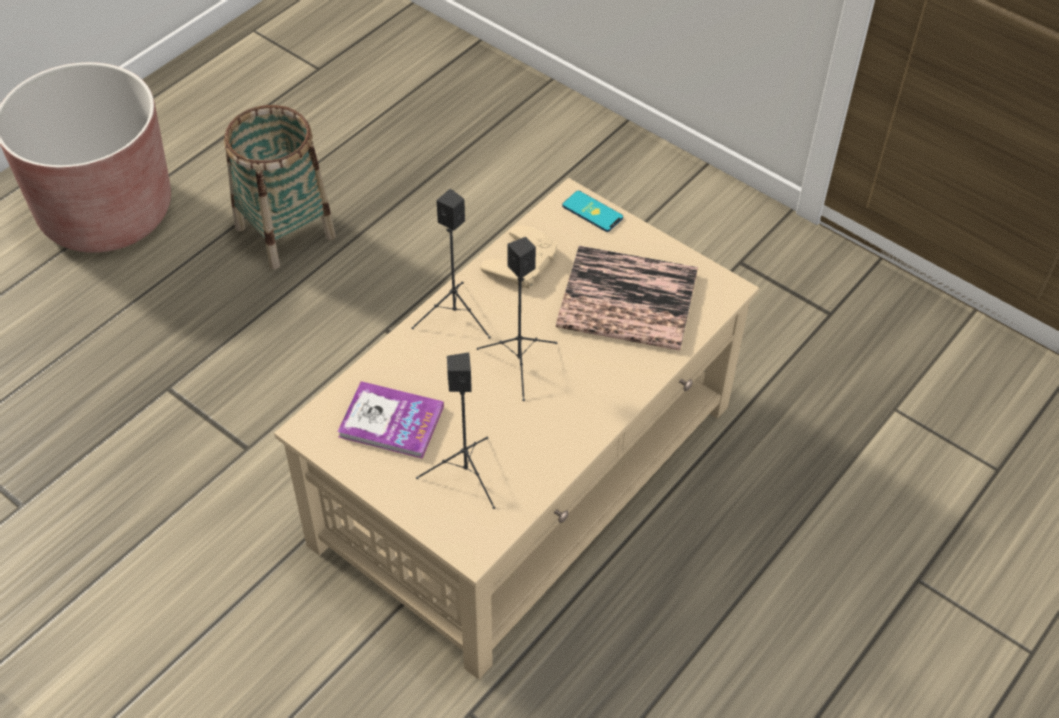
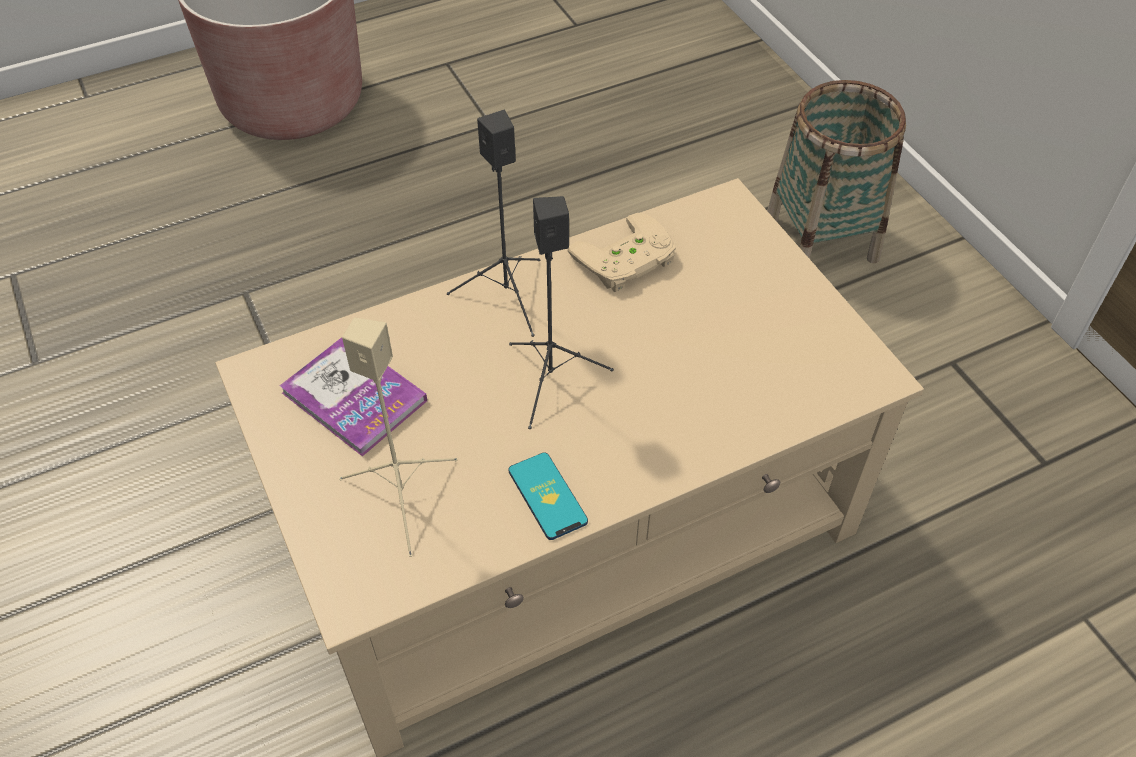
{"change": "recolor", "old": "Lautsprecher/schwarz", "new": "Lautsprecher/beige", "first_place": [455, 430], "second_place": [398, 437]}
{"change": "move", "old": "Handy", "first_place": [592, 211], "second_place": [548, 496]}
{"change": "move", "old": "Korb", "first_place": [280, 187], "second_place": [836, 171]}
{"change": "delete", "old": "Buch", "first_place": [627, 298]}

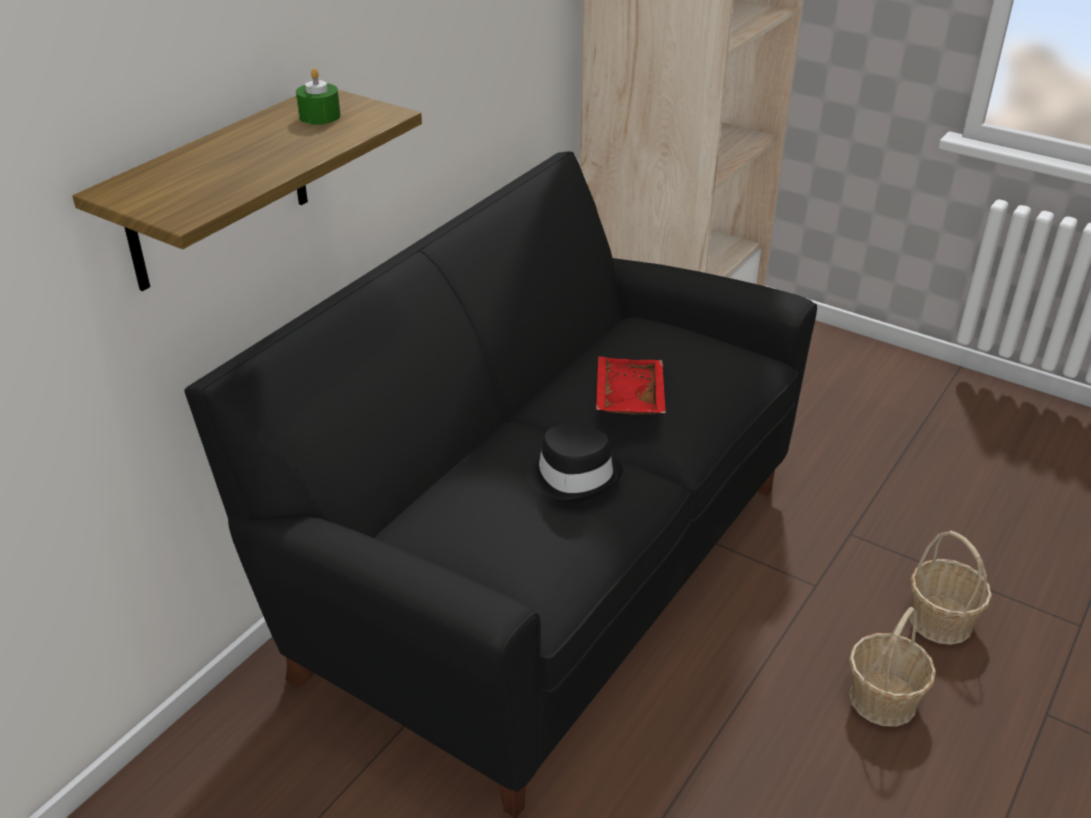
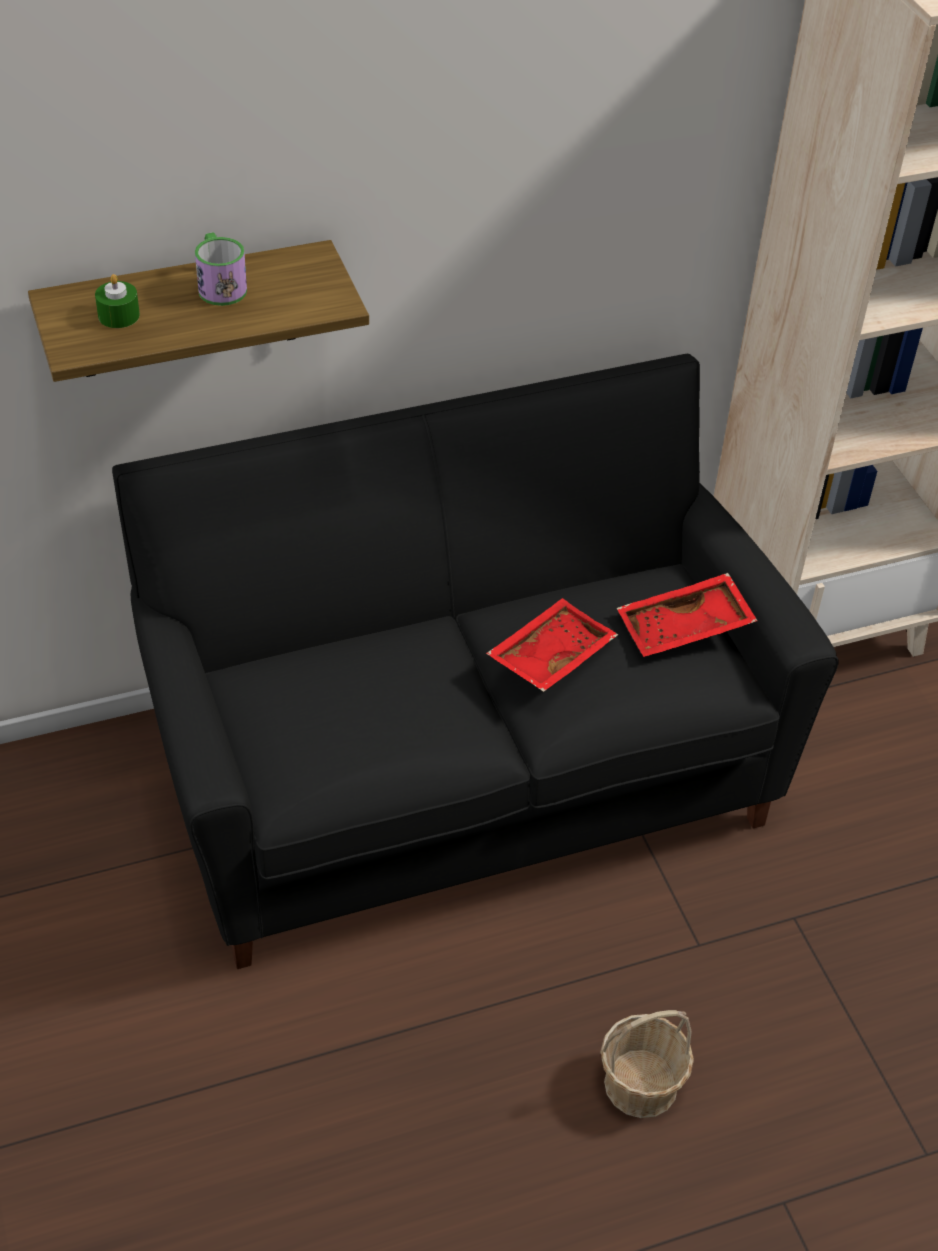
{"change": "move", "old": "Kerze/grün", "first_place": [318, 96], "second_place": [117, 301]}
{"change": "insert", "new": "Henkelbecher", "second_place": [221, 269]}
{"change": "insert", "new": "Tablett/rot", "second_place": [687, 615]}
{"change": "delete", "old": "Hut/schwarz", "first_place": [574, 463]}
{"change": "delete", "old": "Korb", "first_place": [951, 588]}

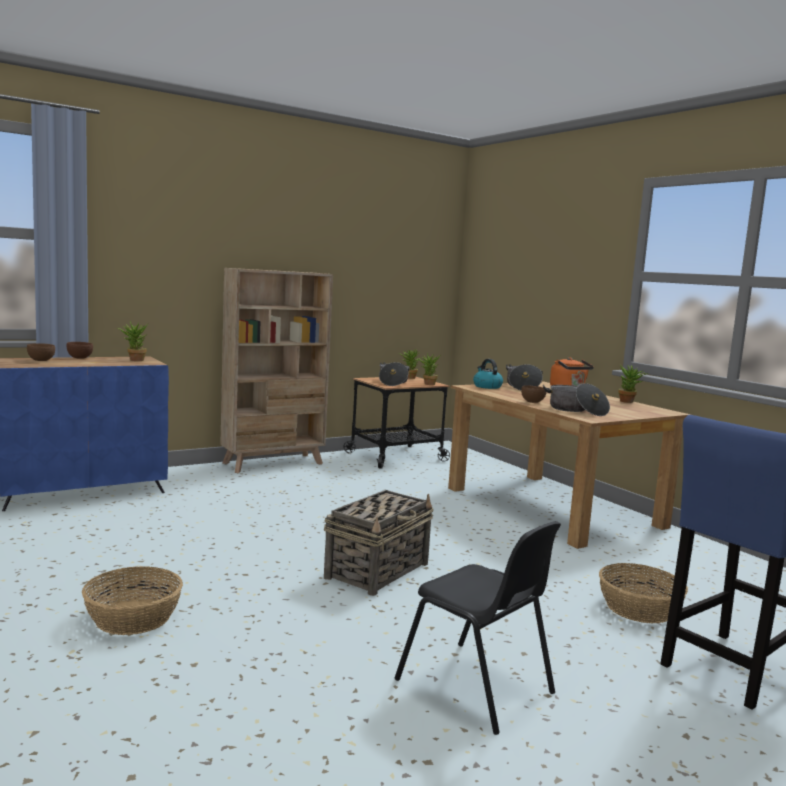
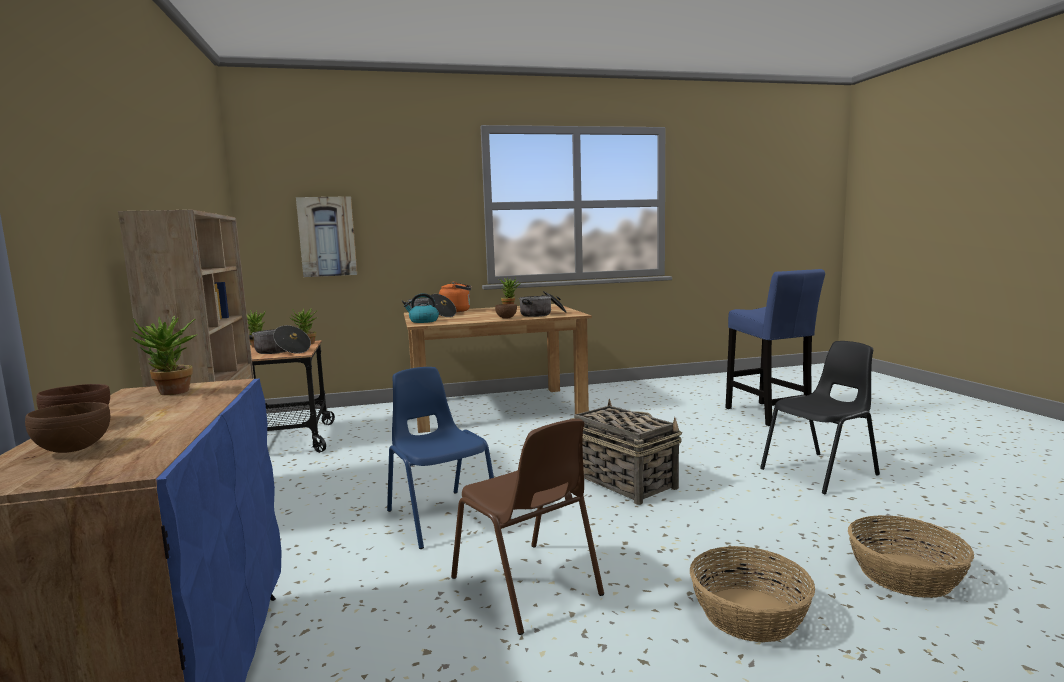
{"change": "insert", "new": "Bild", "second_place": [326, 236]}
{"change": "insert", "new": "Stuhl/blau", "second_place": [440, 458]}
{"change": "insert", "new": "Stuhl/braun", "second_place": [527, 527]}
{"change": "move", "old": "Korb", "first_place": [643, 593], "second_place": [911, 556]}

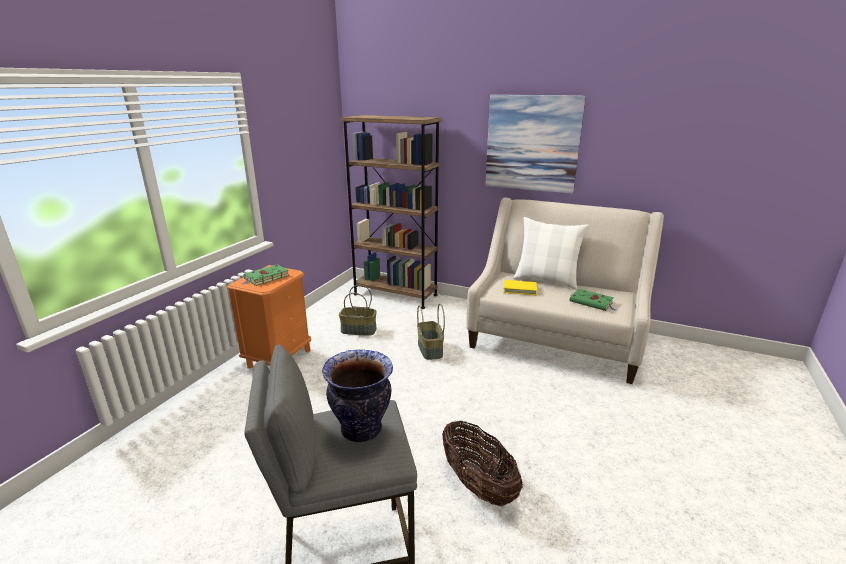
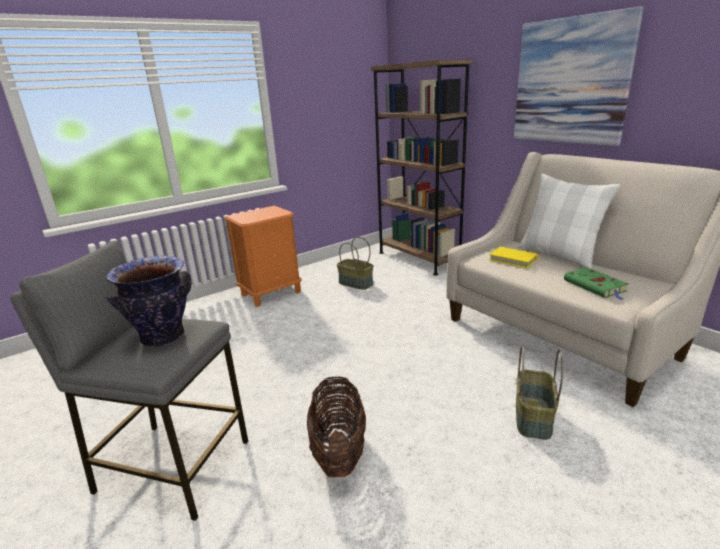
{"change": "move", "old": "Korb", "first_place": [431, 331], "second_place": [540, 393]}
{"change": "delete", "old": "Buch/grün", "first_place": [265, 275]}

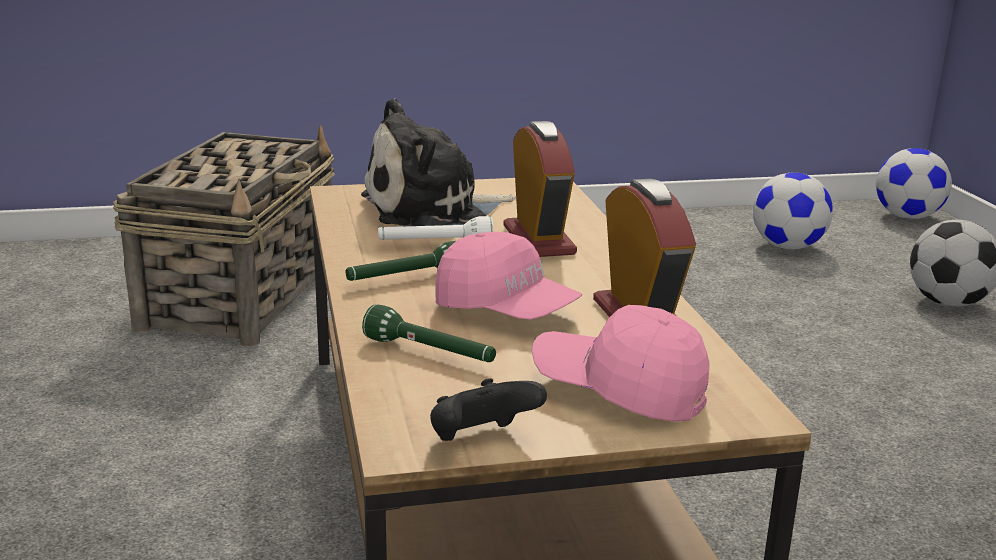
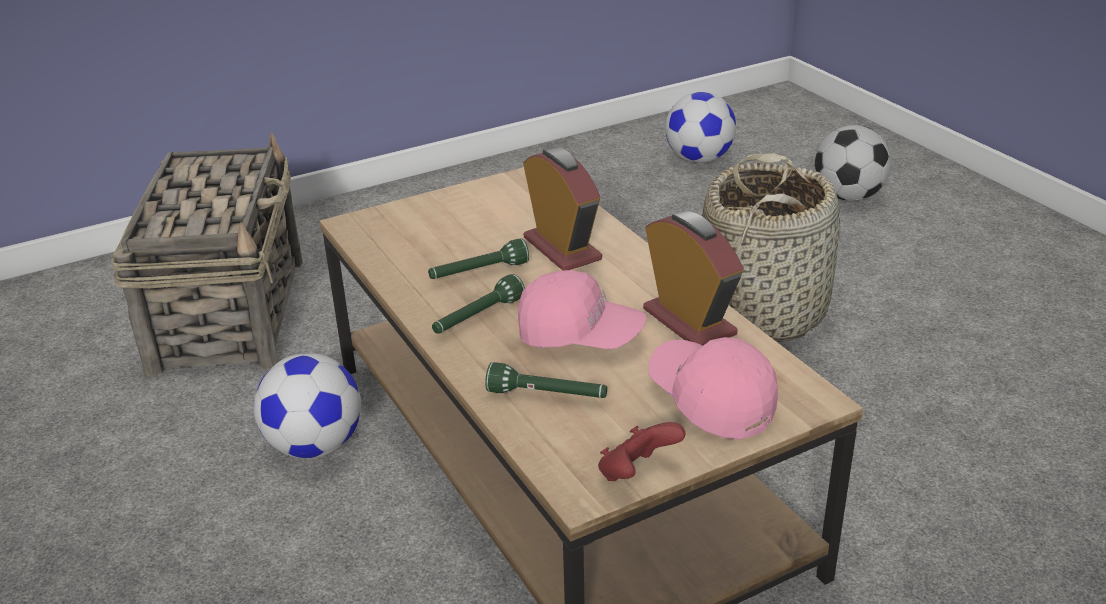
{"change": "move", "old": "Fußball", "first_place": [914, 183], "second_place": [307, 405]}
{"change": "recolor", "old": "Taschenlampe/weiß", "new": "Taschenlampe/grün", "first_place": [436, 228], "second_place": [478, 258]}
{"change": "recolor", "old": "Gamepad/schwarz", "new": "Gamepad/rot", "first_place": [488, 409], "second_place": [641, 451]}
{"change": "rotate", "old": "Kappe/rosa", "first_place": [621, 363], "second_place": [713, 388], "degrees": 45}
{"change": "insert", "new": "Korb", "second_place": [771, 247]}
{"change": "delete", "old": "Plüschtier", "first_place": [438, 162]}

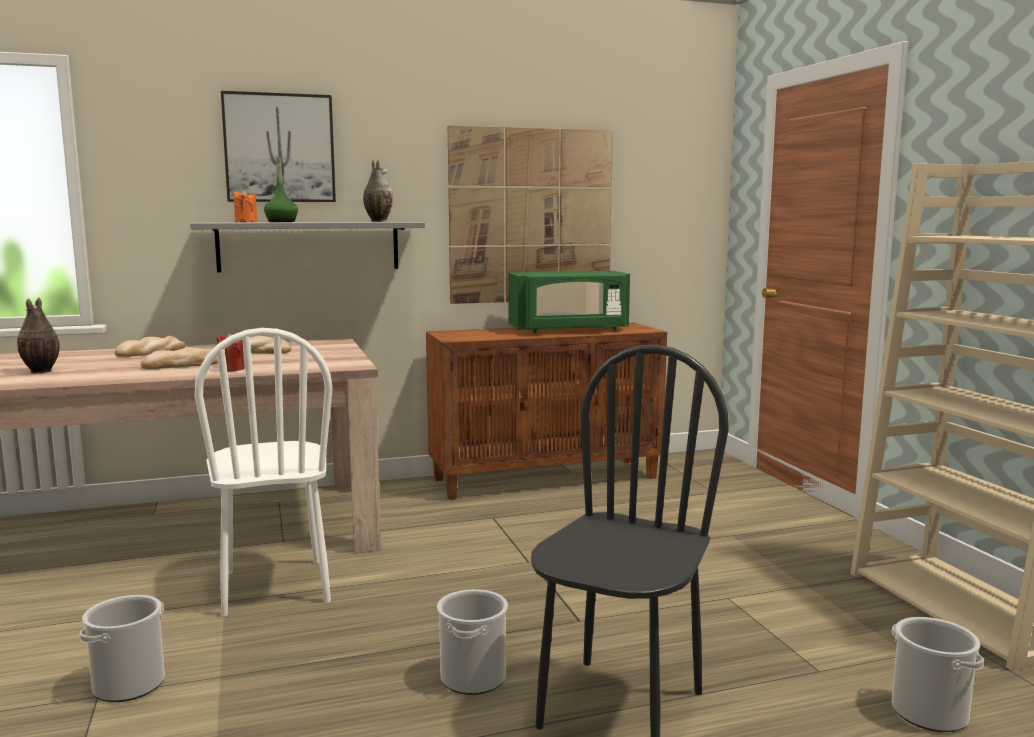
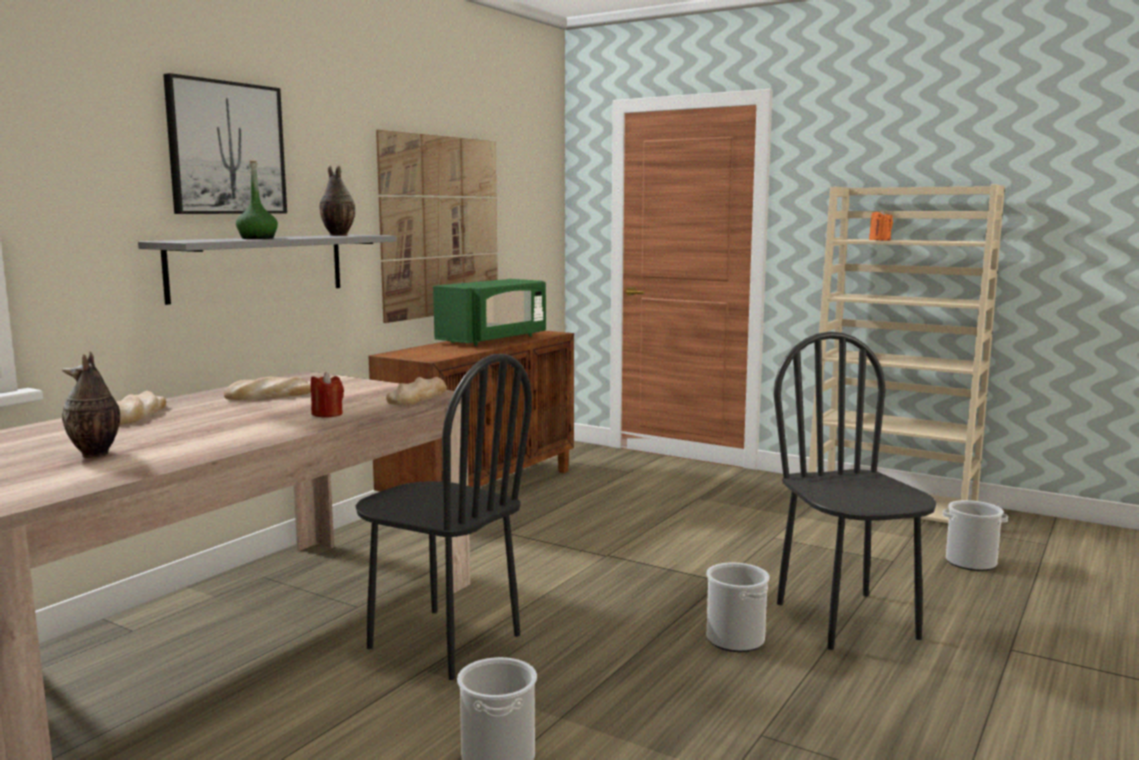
{"change": "recolor", "old": "Stuhl/weiß", "new": "Stuhl/schwarz", "first_place": [264, 472], "second_place": [443, 517]}
{"change": "move", "old": "Brot", "first_place": [179, 358], "second_place": [416, 391]}
{"change": "move", "old": "Kerze/orange", "first_place": [245, 205], "second_place": [881, 225]}

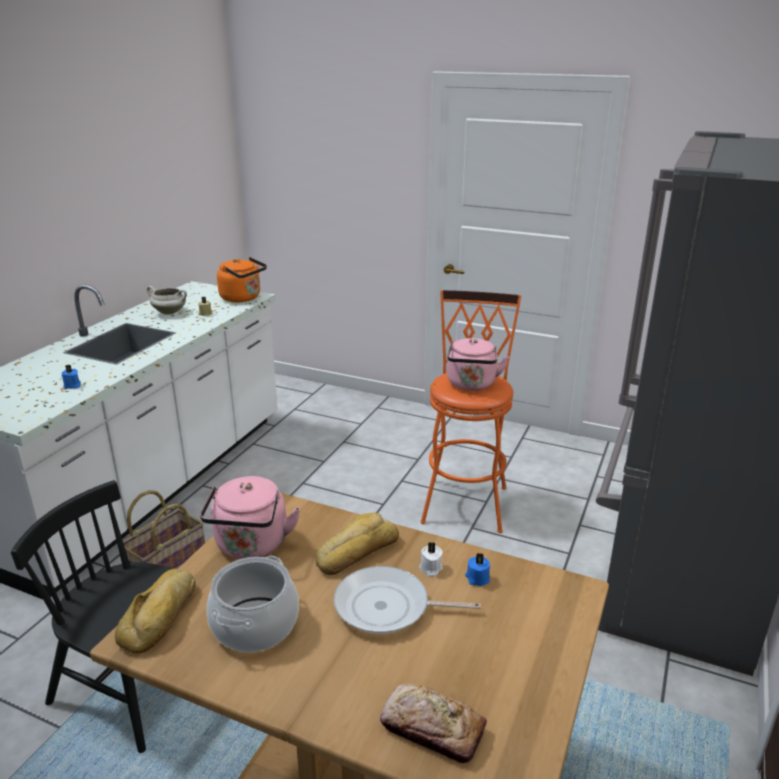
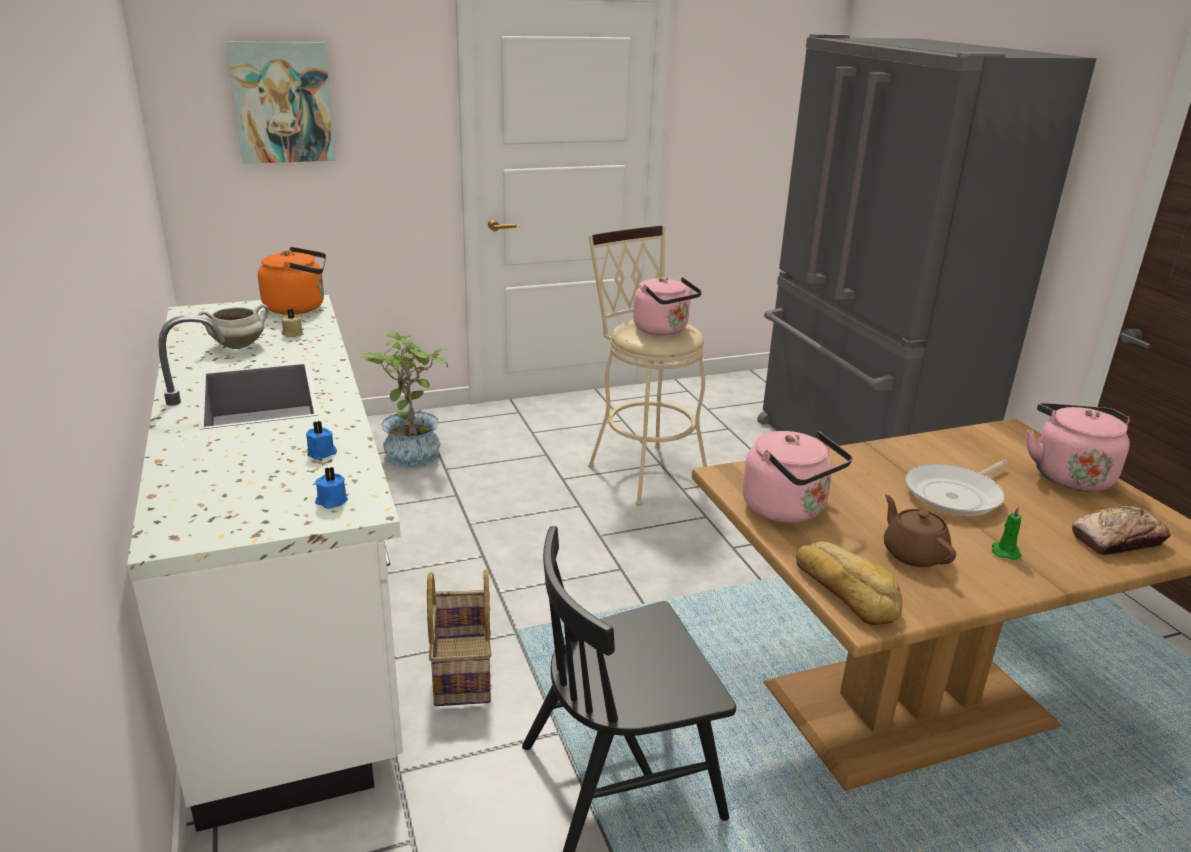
{"change": "insert", "new": "Bild", "second_place": [281, 102]}
{"change": "move", "old": "Kerze/blau", "first_place": [477, 569], "second_place": [331, 488]}
{"change": "insert", "new": "Topfpflanze", "second_place": [404, 399]}
{"change": "recolor", "old": "Hocker/orange", "new": "Hocker/beige", "first_place": [471, 411], "second_place": [647, 365]}
{"change": "replace", "old": "Kochtopf", "new": "Teekanne/braun", "first_place": [252, 604], "second_place": [920, 530]}
{"change": "insert", "new": "Kerze/grün", "second_place": [1007, 533]}
{"change": "insert", "new": "Wasserkessel/rosa", "second_place": [1078, 447]}
{"change": "delete", "old": "Brot", "first_place": [357, 543]}
{"change": "delete", "old": "Kerze/weiß", "first_place": [431, 559]}

